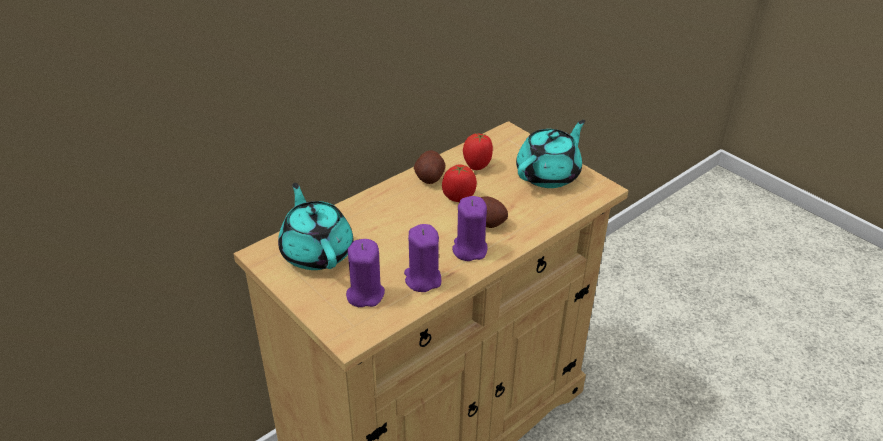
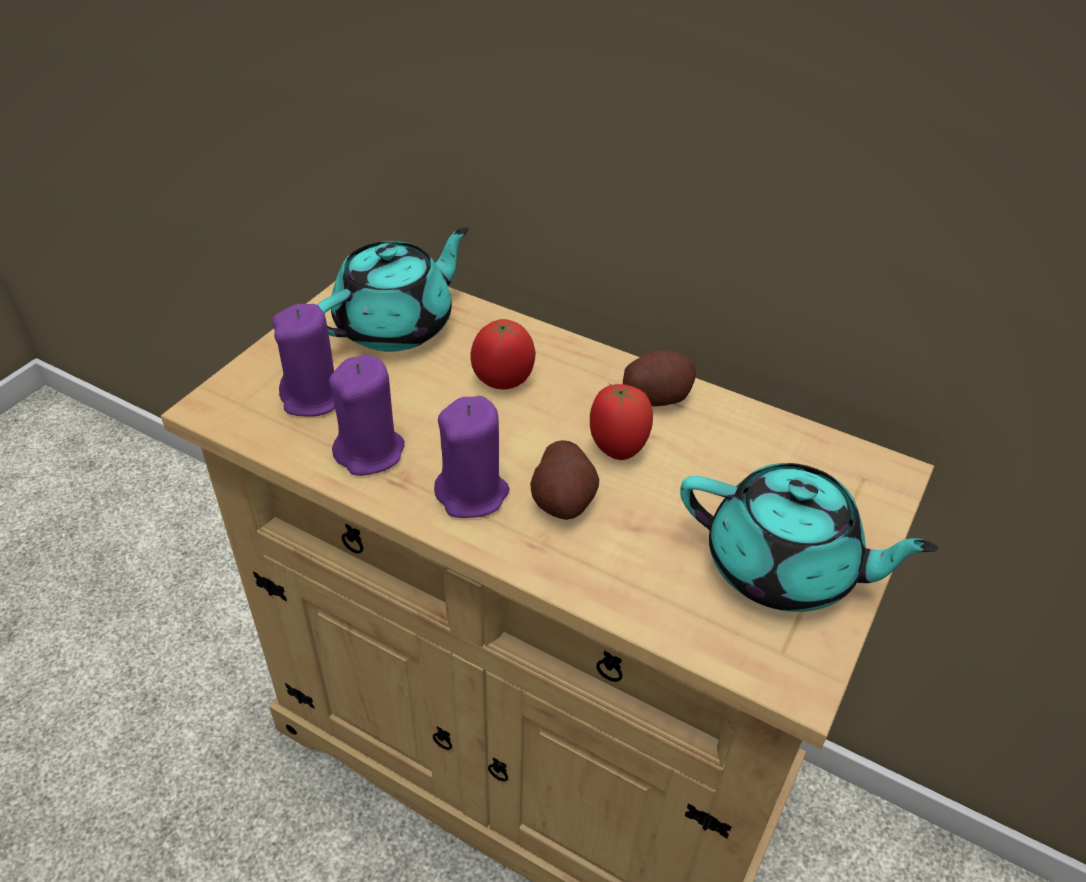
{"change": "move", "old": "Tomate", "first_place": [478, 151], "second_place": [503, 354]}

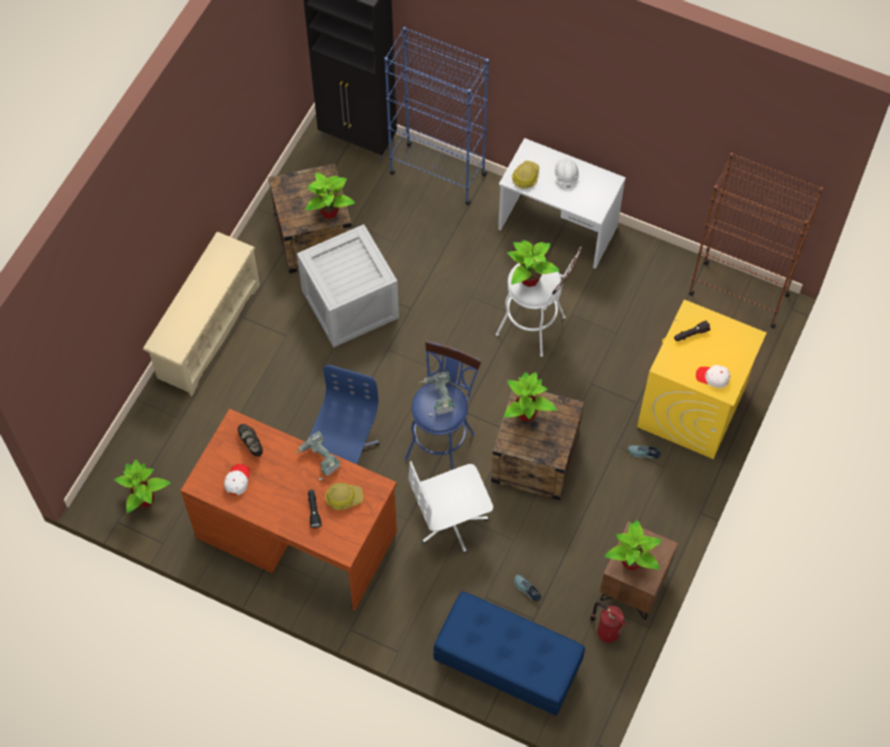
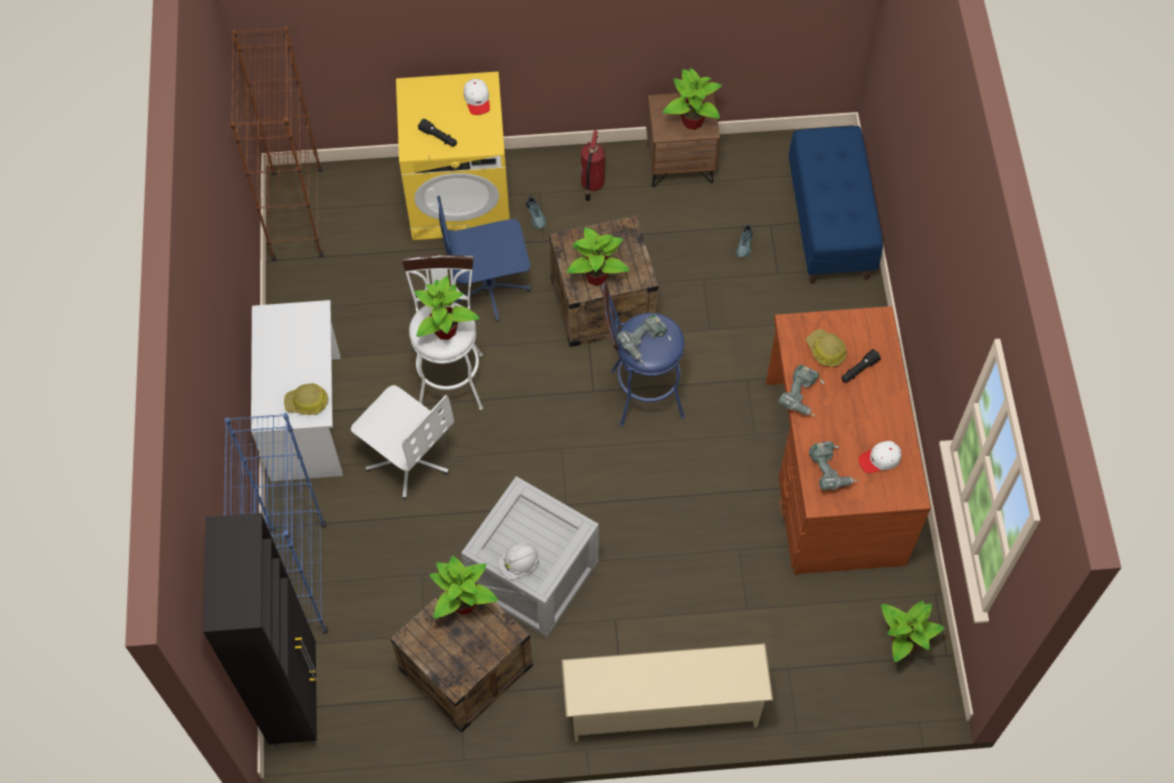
{"change": "move", "old": "Bürostuhl/weiß", "first_place": [451, 507], "second_place": [402, 442]}
{"change": "move", "old": "Bürostuhl/blau", "first_place": [344, 414], "second_place": [484, 259]}
{"change": "move", "old": "Schutzhelm/weiß", "first_place": [566, 173], "second_place": [519, 561]}
{"change": "move", "old": "Feuerlöscher", "first_place": [608, 622], "second_place": [593, 166]}
{"change": "replace", "old": "Schuh/schwarz", "new": "Bohrmaschine", "first_place": [250, 440], "second_place": [834, 465]}

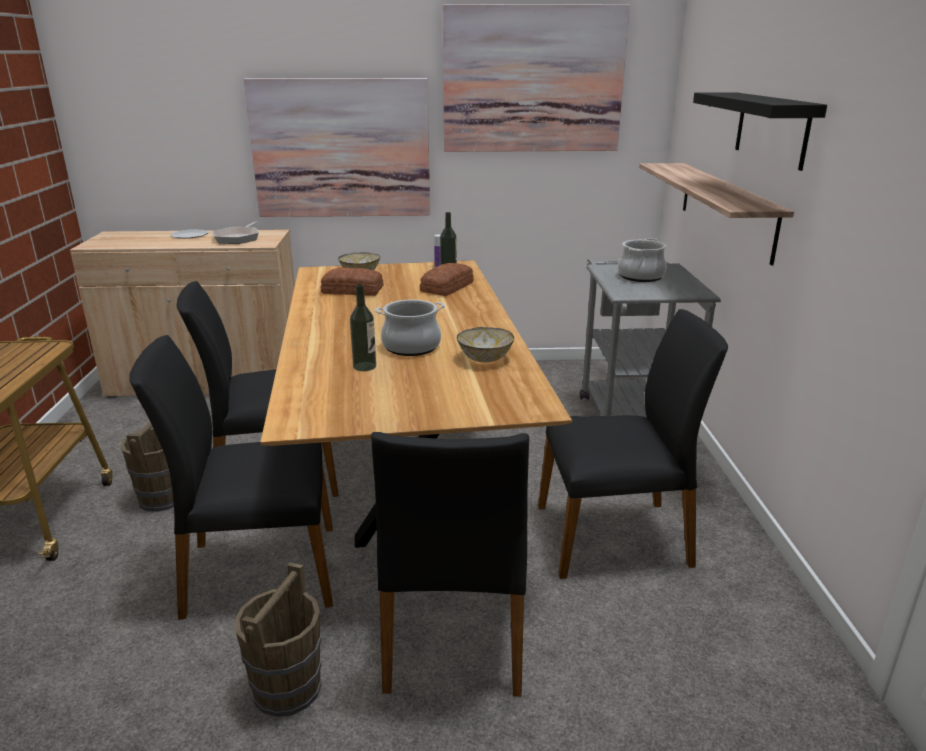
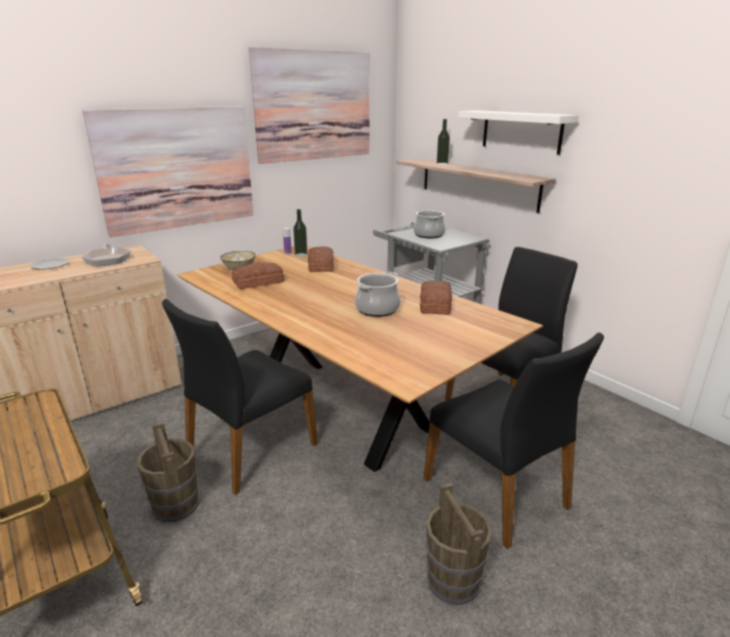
{"change": "replace", "old": "Schüssel", "new": "Brot", "first_place": [485, 345], "second_place": [436, 298]}
{"change": "move", "old": "Flasche", "first_place": [363, 327], "second_place": [443, 142]}
{"change": "recolor", "old": "Wandregal/schwarz", "new": "Wandregal/weiß", "first_place": [760, 131], "second_place": [518, 132]}
{"change": "delete", "old": "Stuhl/schwarz", "first_place": [231, 477]}

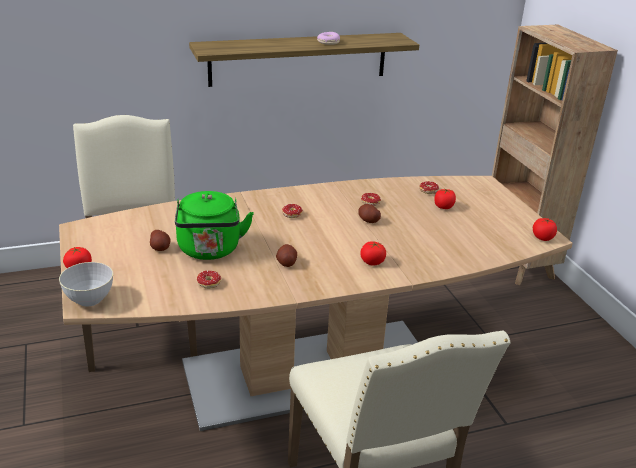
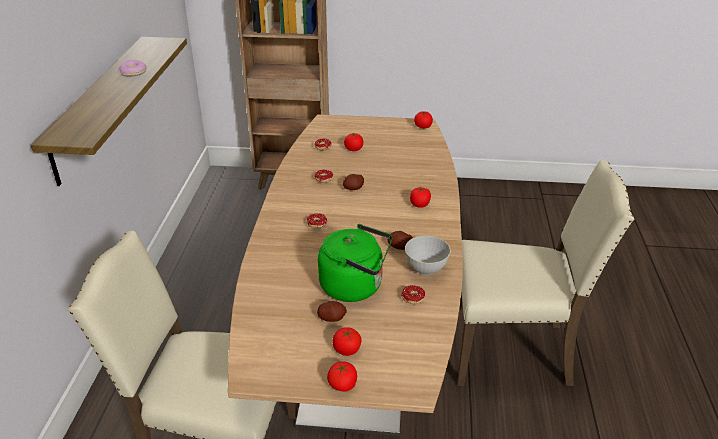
{"change": "insert", "new": "Tomate", "second_place": [346, 341]}
{"change": "move", "old": "Schüssel/grau", "first_place": [86, 284], "second_place": [428, 255]}

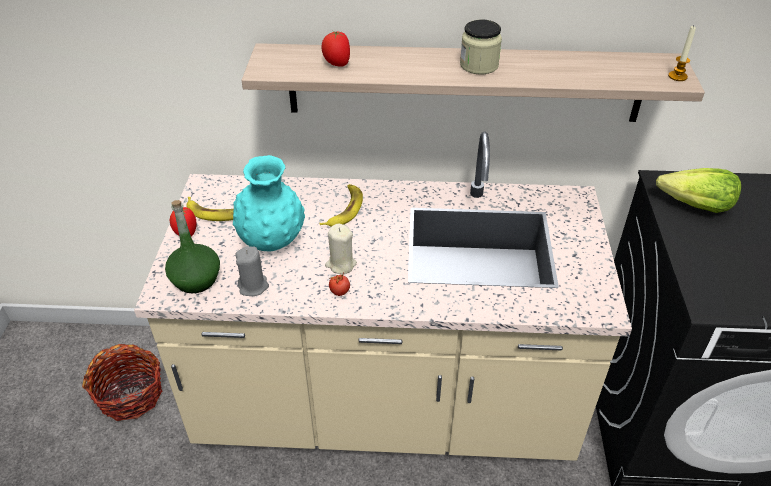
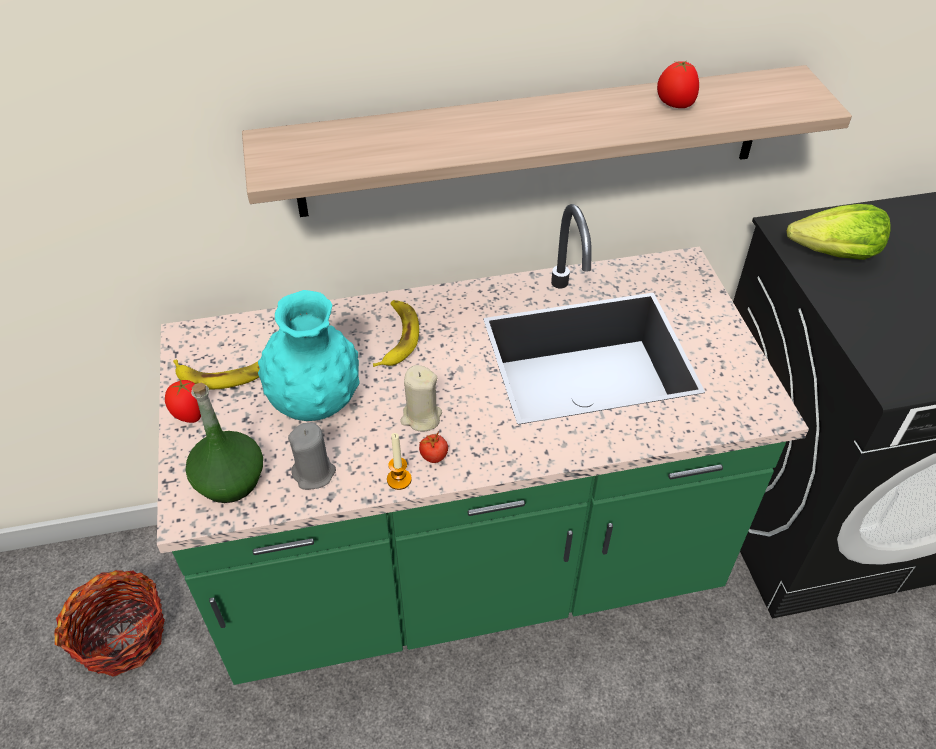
{"change": "recolor", "old": "Küchenzeile/beige", "new": "Küchenzeile/grün", "first_place": [383, 296], "second_place": [483, 444]}
{"change": "move", "old": "Kerze", "first_place": [682, 53], "second_place": [399, 461]}
{"change": "move", "old": "Tomate", "first_place": [335, 49], "second_place": [678, 84]}
{"change": "delete", "old": "Vorratsglas", "first_place": [481, 46]}

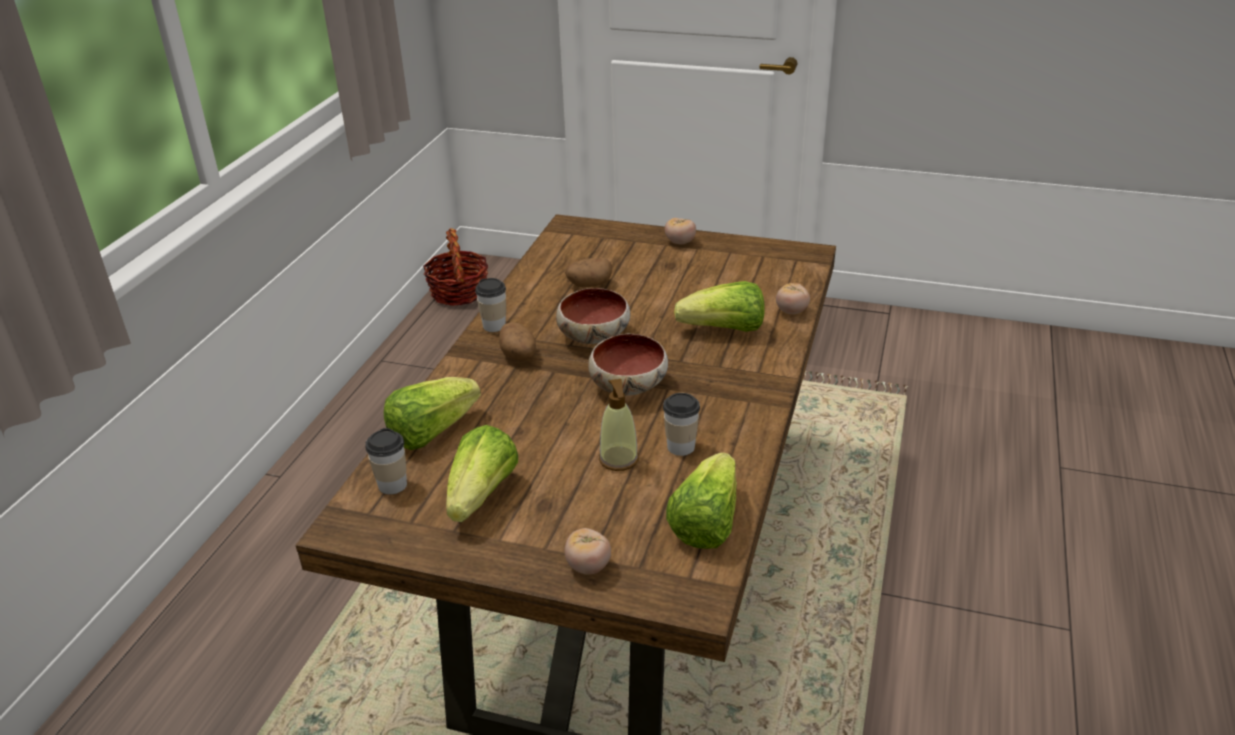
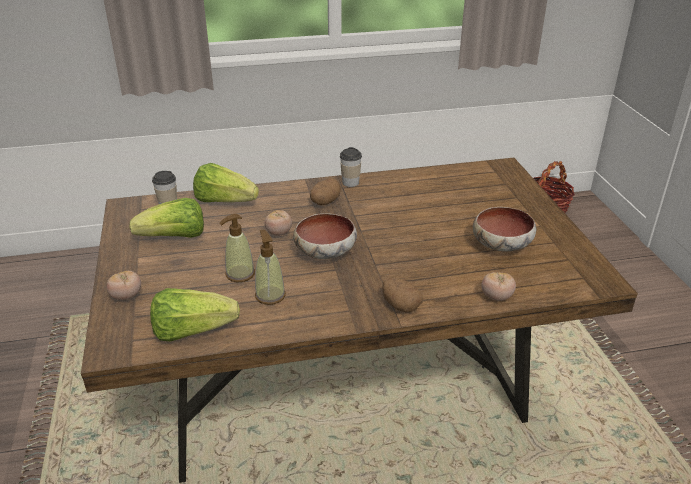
{"change": "replace", "old": "Tasse", "new": "Seifenspender", "first_place": [681, 424], "second_place": [270, 267]}
{"change": "move", "old": "Tomate", "first_place": [680, 231], "second_place": [278, 223]}
{"change": "move", "old": "Kartoffel", "first_place": [588, 272], "second_place": [402, 295]}
{"change": "move", "old": "Schüssel", "first_place": [593, 316], "second_place": [504, 229]}
{"change": "delete", "old": "Salatkopf", "first_place": [719, 306]}

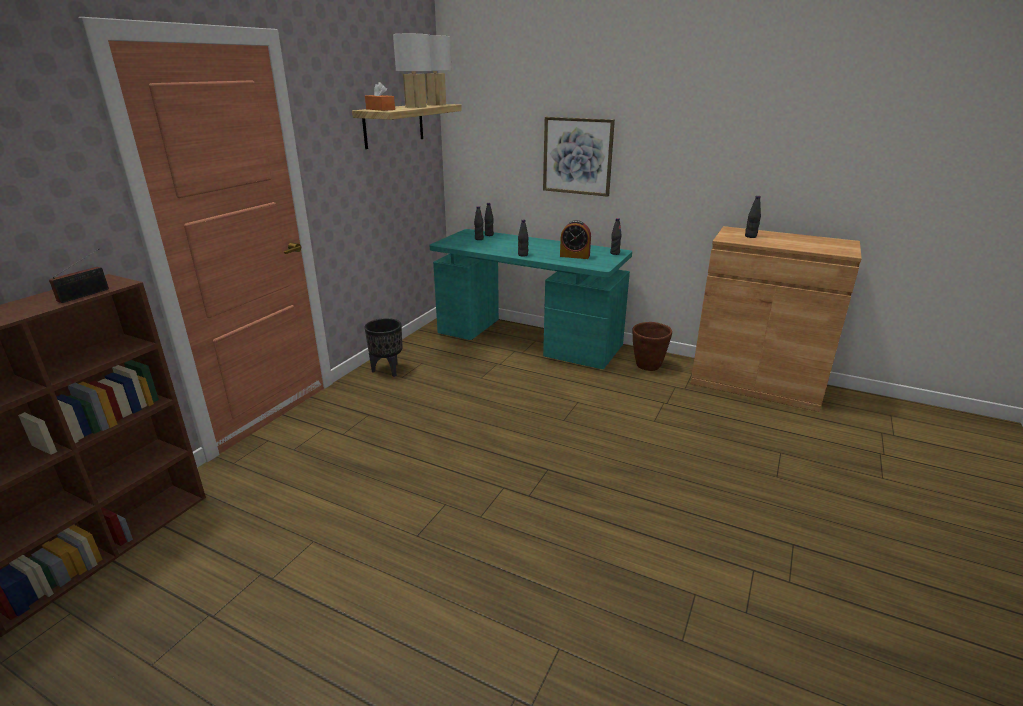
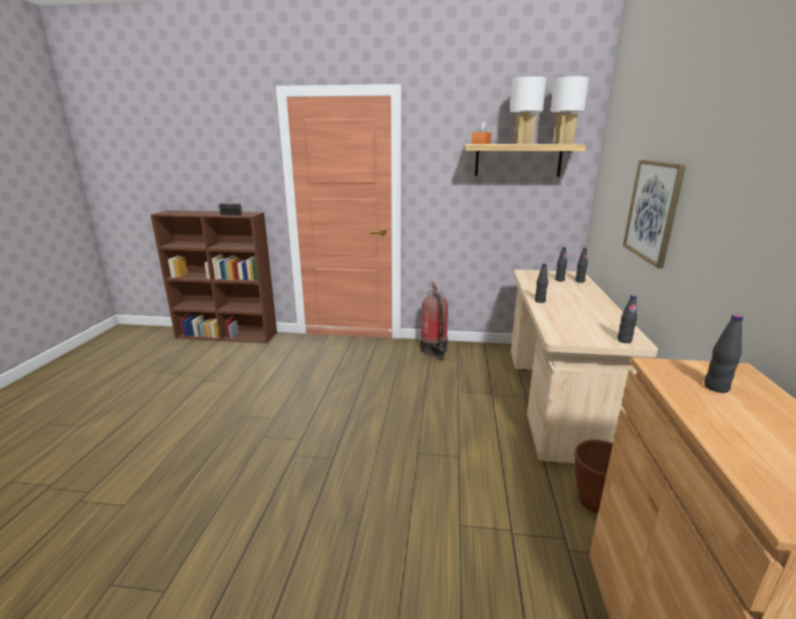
{"change": "replace", "old": "Pflanzkübel/schwarz", "new": "Feuerlöscher", "first_place": [383, 347], "second_place": [434, 321]}
{"change": "recolor", "old": "Schreibtisch/türkis", "new": "Schreibtisch/beige", "first_place": [530, 299], "second_place": [584, 366]}
{"change": "delete", "old": "Wecker", "first_place": [575, 239]}

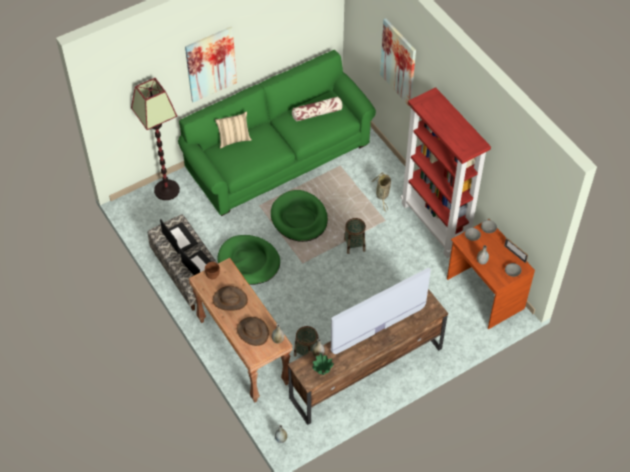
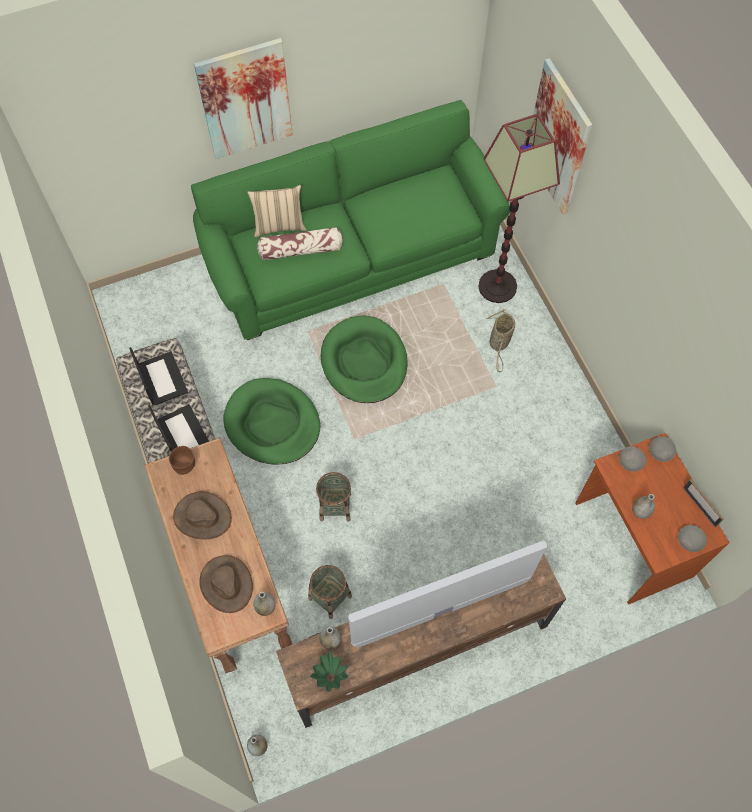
{"change": "move", "old": "Kissen", "first_place": [317, 108], "second_place": [300, 243]}
{"change": "move", "old": "Korb", "first_place": [355, 236], "second_place": [333, 497]}
{"change": "move", "old": "Stehlampe", "first_place": [155, 139], "second_place": [519, 208]}
{"change": "delete", "old": "Bücherregal/rot", "first_place": [445, 172]}

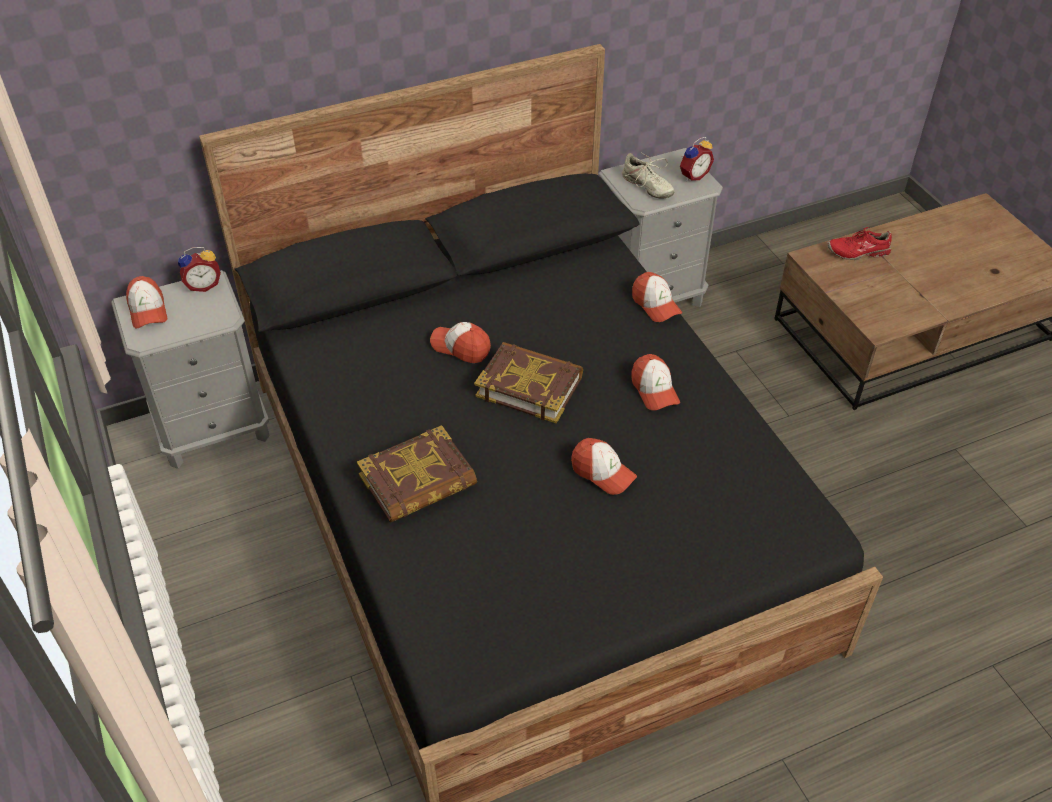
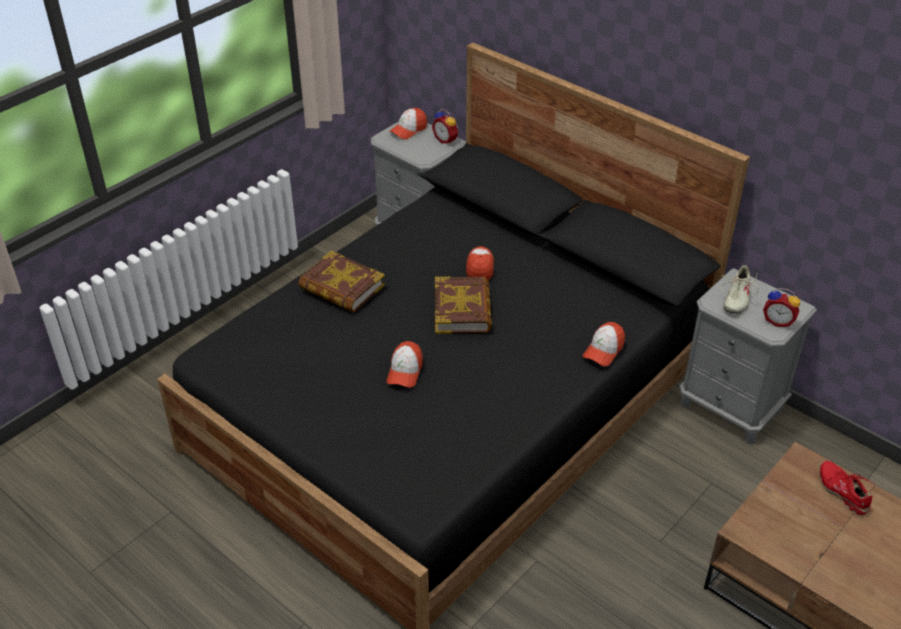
{"change": "delete", "old": "Kappe", "first_place": [656, 382]}

